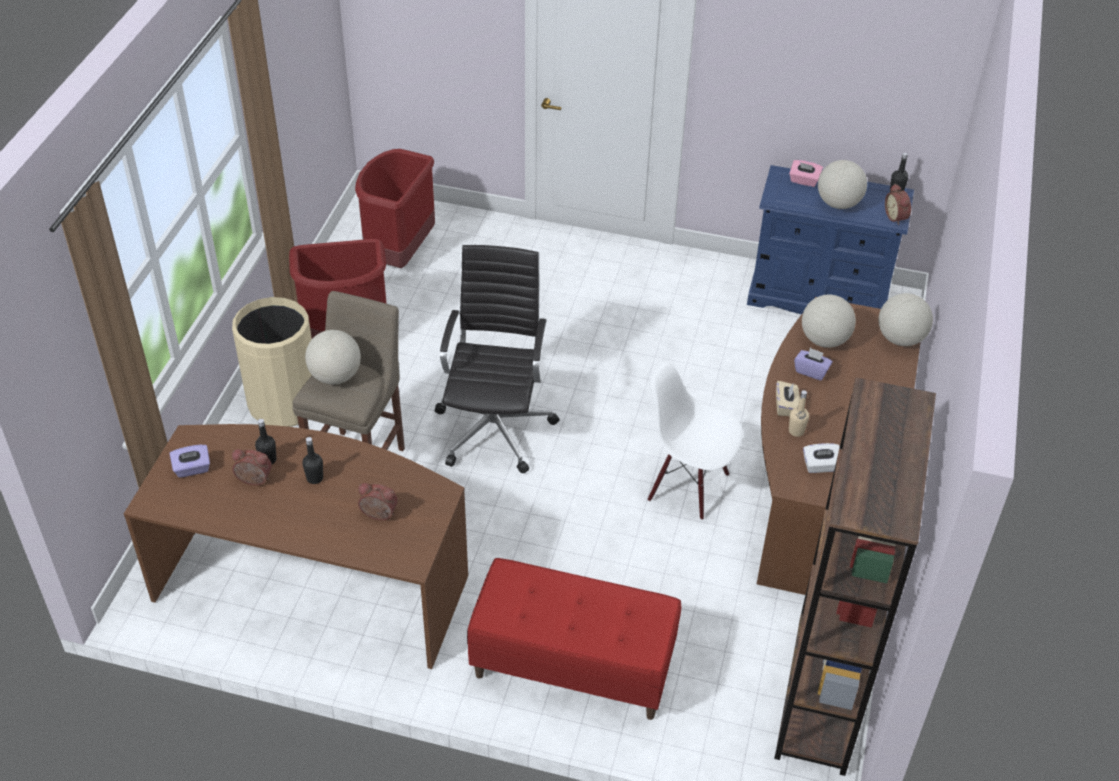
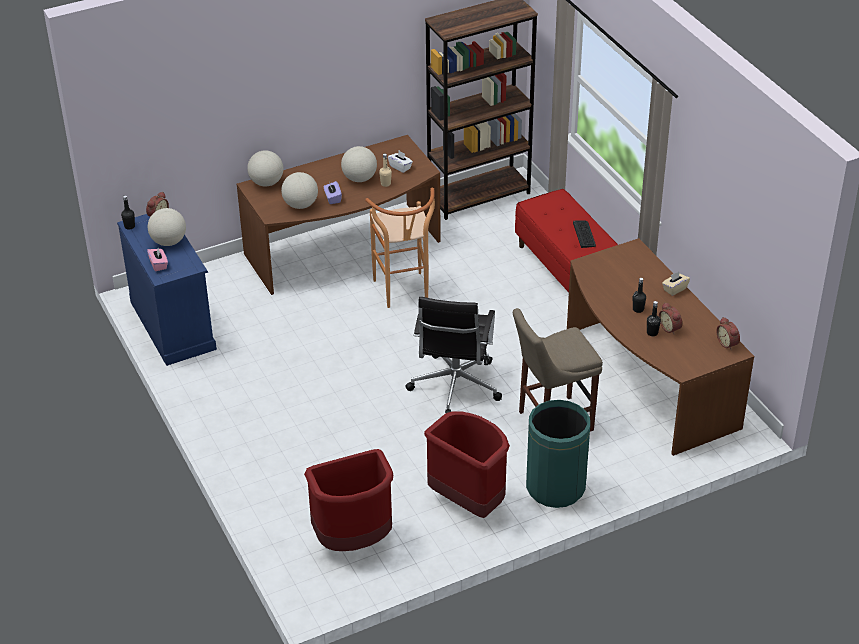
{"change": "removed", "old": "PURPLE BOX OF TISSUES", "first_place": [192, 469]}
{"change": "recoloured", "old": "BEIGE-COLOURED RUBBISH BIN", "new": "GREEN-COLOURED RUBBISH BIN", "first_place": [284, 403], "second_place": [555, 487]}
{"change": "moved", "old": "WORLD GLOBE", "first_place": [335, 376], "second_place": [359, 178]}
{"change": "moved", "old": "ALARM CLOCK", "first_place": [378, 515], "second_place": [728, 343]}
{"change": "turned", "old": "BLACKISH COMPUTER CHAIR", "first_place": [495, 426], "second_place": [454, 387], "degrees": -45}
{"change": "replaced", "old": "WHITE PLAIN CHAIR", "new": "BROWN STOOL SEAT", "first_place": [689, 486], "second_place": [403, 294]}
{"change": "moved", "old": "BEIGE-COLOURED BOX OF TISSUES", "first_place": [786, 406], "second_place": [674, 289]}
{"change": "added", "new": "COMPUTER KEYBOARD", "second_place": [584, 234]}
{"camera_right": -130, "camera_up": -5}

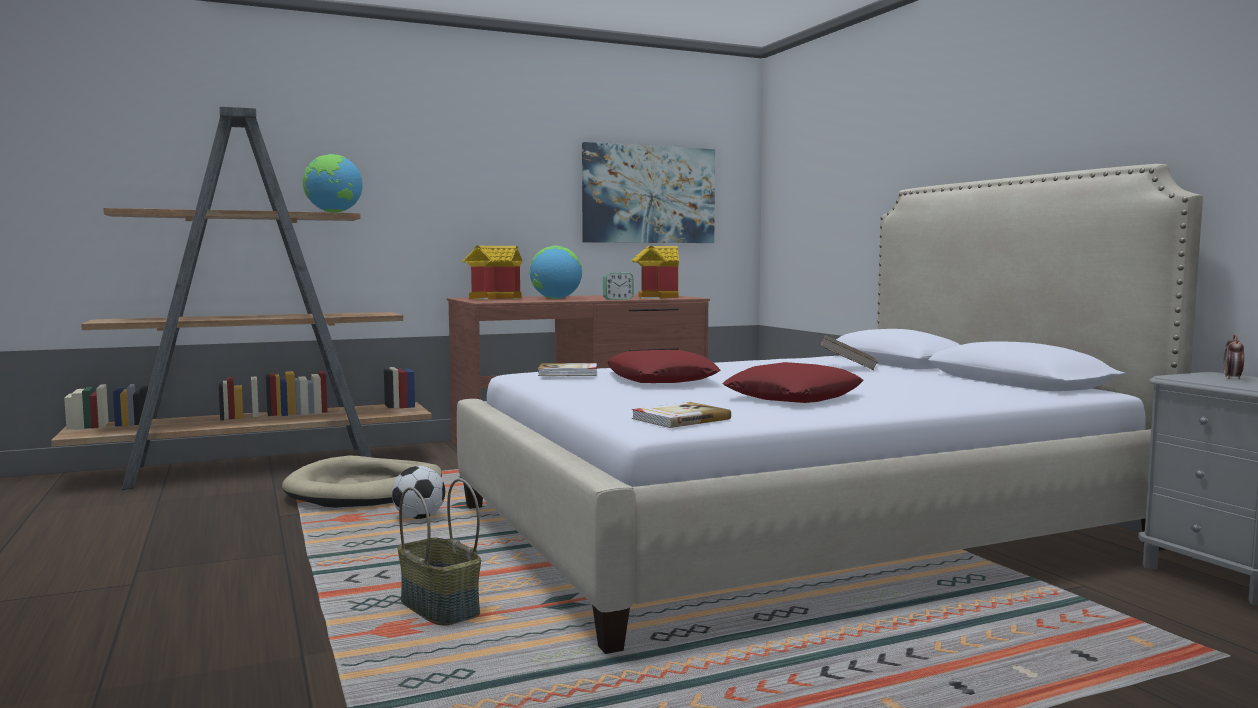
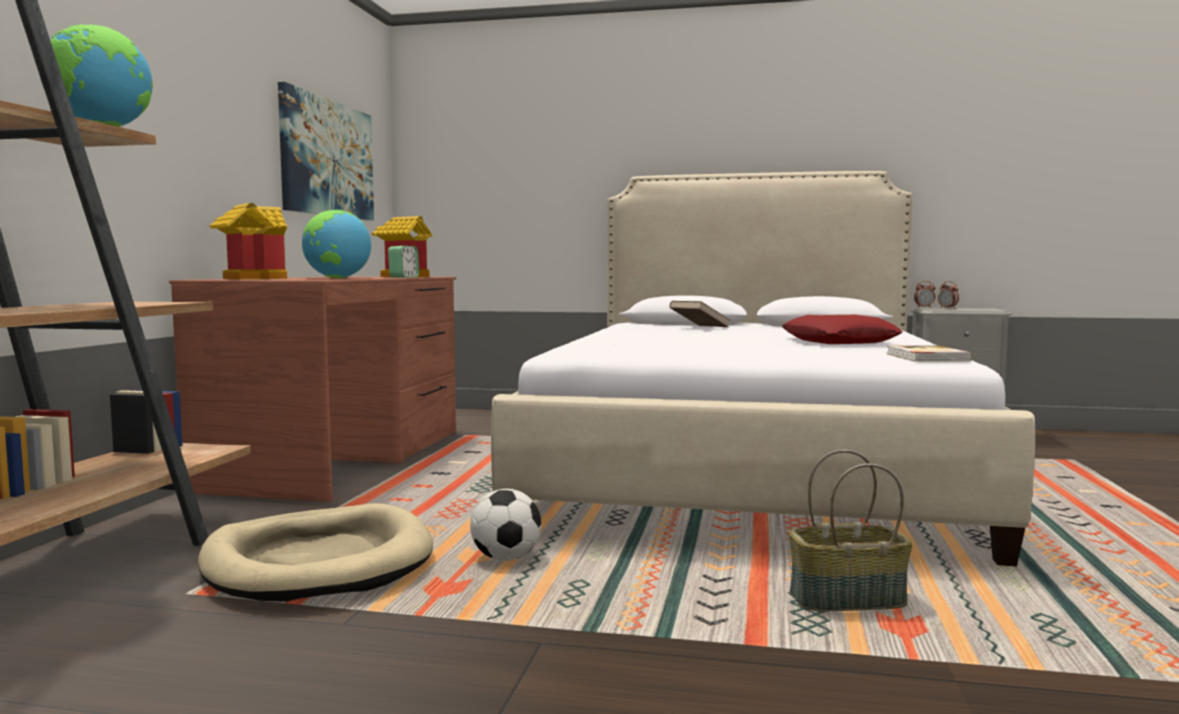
{"change": "removed", "old": "BOOK", "first_place": [568, 373]}
{"change": "removed", "old": "REDDISH THROW PILLOW", "first_place": [661, 379]}
{"change": "added", "new": "ALARM CLOCK", "second_place": [924, 307]}
{"camera_right": -55, "camera_up": 0}

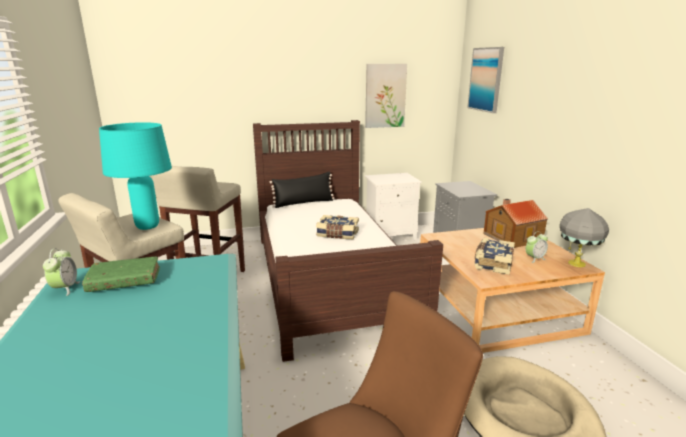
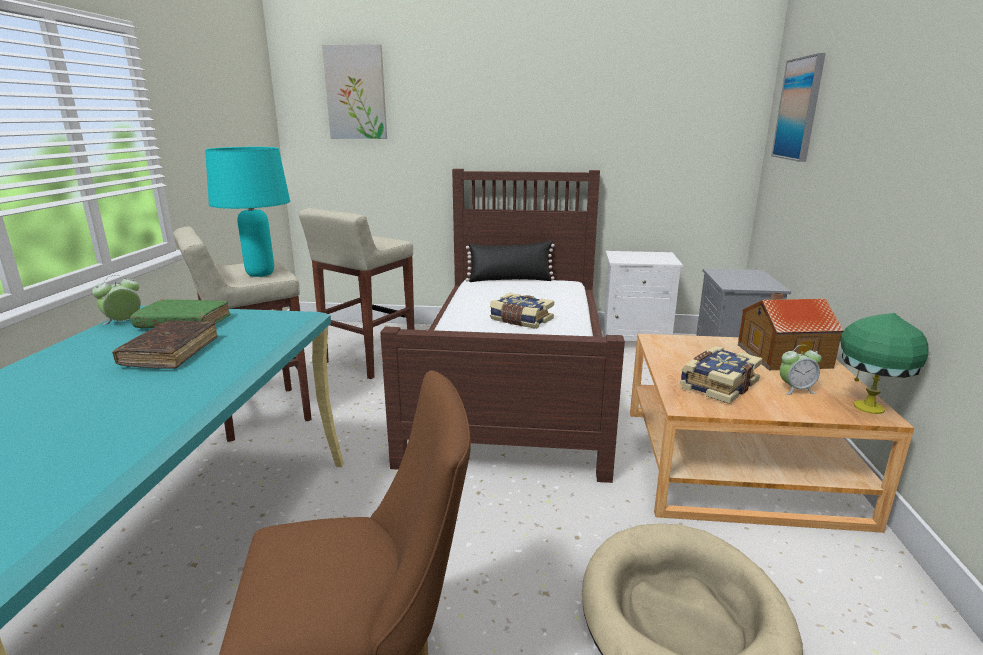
{"change": "turned", "old": "ALARM CLOCK", "first_place": [65, 288], "second_place": [123, 322], "degrees": -150}
{"change": "moved", "old": "WALL ART", "first_place": [385, 96], "second_place": [356, 93]}
{"change": "recoloured", "old": "GREY LAMP FOR A TABLE", "new": "GREEN-COLOURED LAMP FOR A TABLE", "first_place": [575, 263], "second_place": [867, 406]}
{"change": "added", "new": "BROWN BOOK", "second_place": [170, 353]}
{"camera_right": 20, "camera_up": 0}

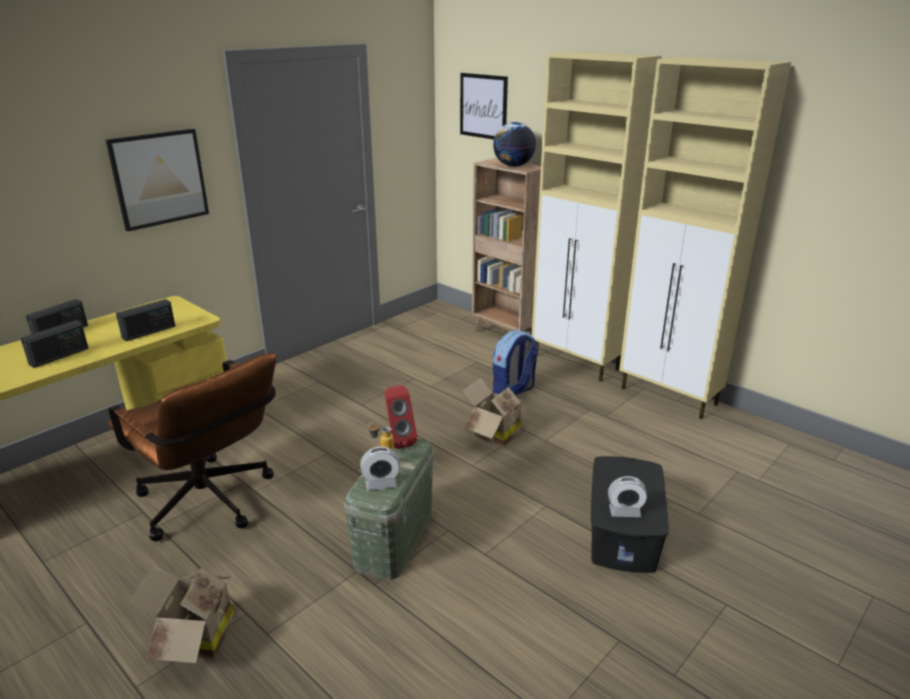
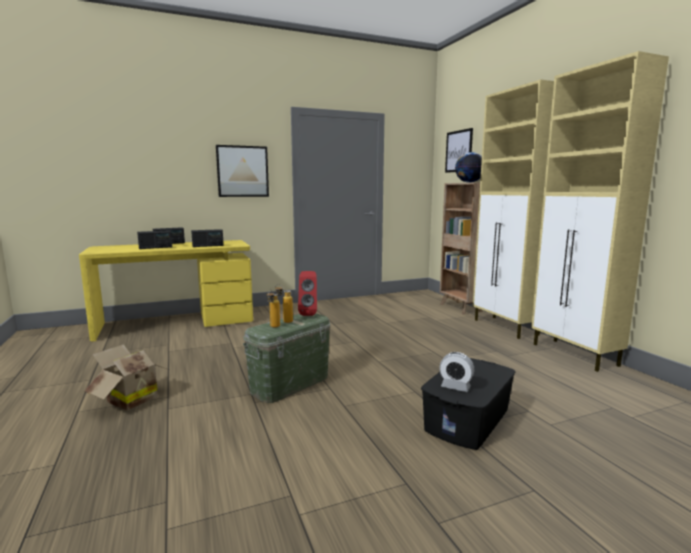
{"change": "removed", "old": "BROWN COMPUTER CHAIR", "first_place": [211, 505]}
{"change": "replaced", "old": "ALARM CLOCK", "new": "BOTTLE", "first_place": [381, 484], "second_place": [273, 327]}
{"change": "removed", "old": "CARTON", "first_place": [493, 434]}
{"change": "removed", "old": "BACKPACK", "first_place": [513, 391]}
{"camera_right": 25, "camera_up": -15}

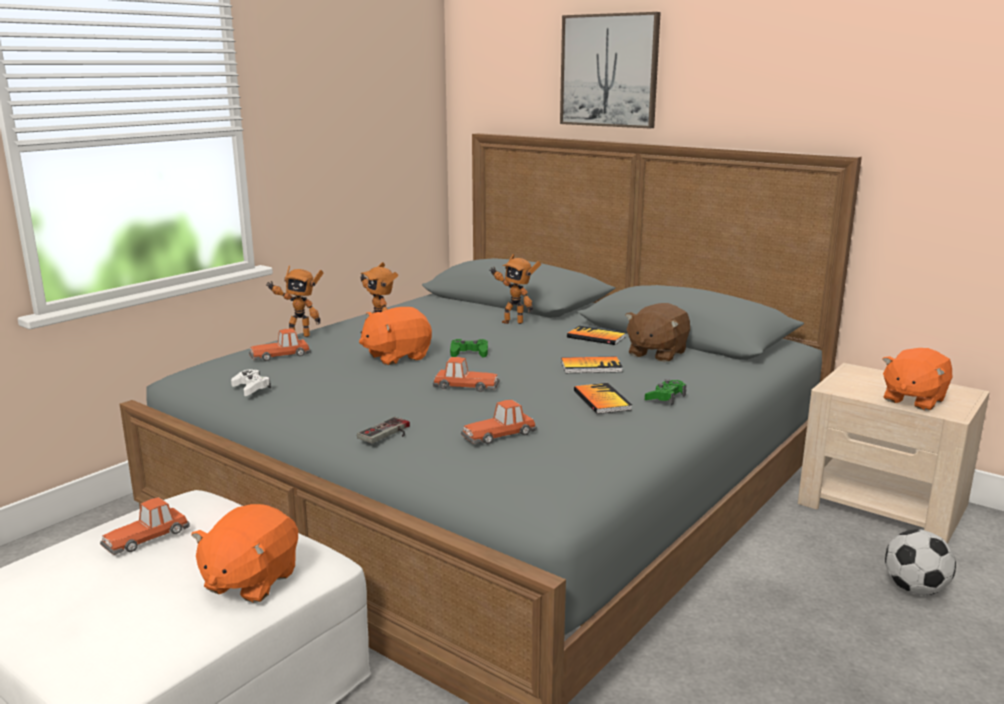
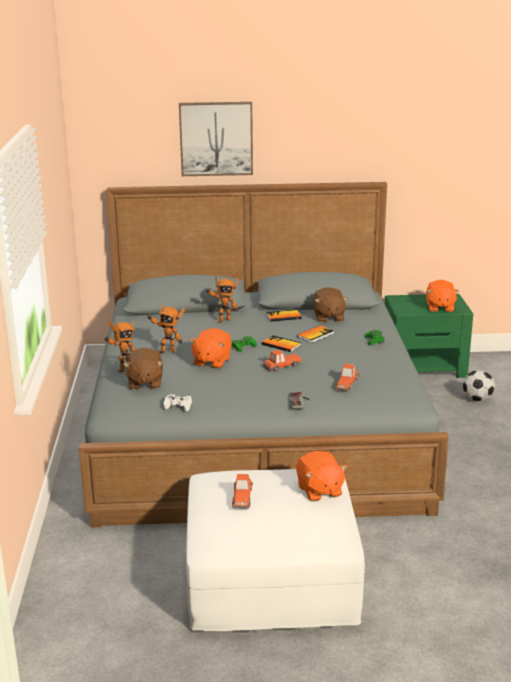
{"change": "replaced", "old": "MINIATURE CAR", "new": "BROWN SOFT TOY", "first_place": [281, 355], "second_place": [145, 383]}
{"change": "moved", "old": "BOOK", "first_place": [602, 400], "second_place": [281, 345]}
{"change": "recoloured", "old": "BEIGE-COLOURED BEDSIDE TABLE", "new": "GREEN-COLOURED BEDSIDE TABLE", "first_place": [883, 505], "second_place": [424, 366]}
{"camera_right": -40, "camera_up": 5}

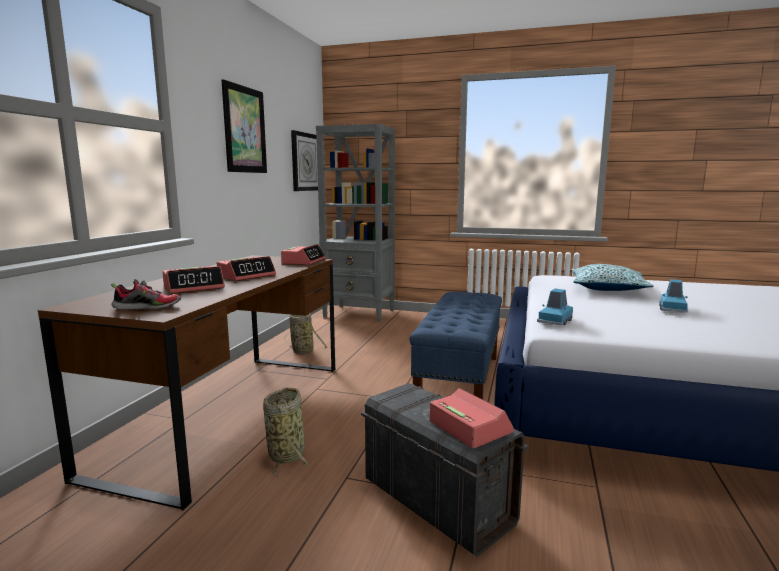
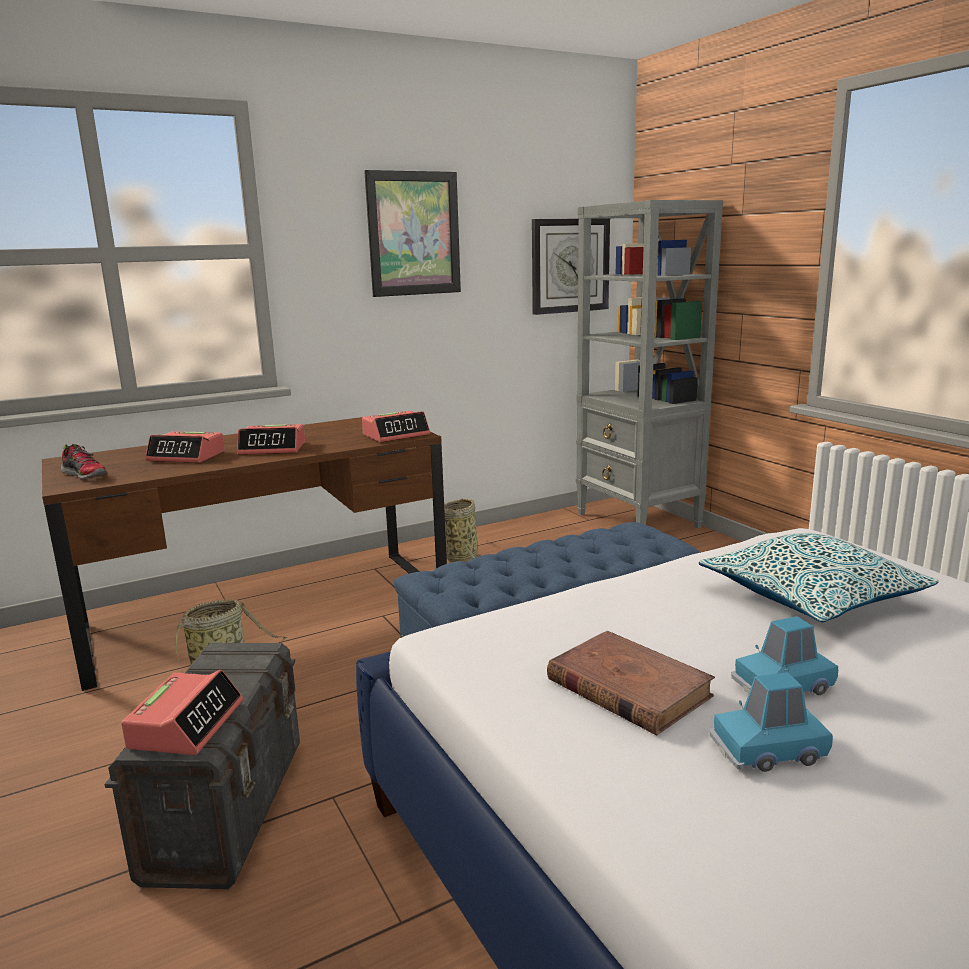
{"change": "moved", "old": "BLUE MINIATURE CAR", "first_place": [555, 321], "second_place": [768, 750]}
{"change": "added", "new": "BROWN BOOK", "second_place": [627, 687]}
{"camera_right": 45, "camera_up": 5}

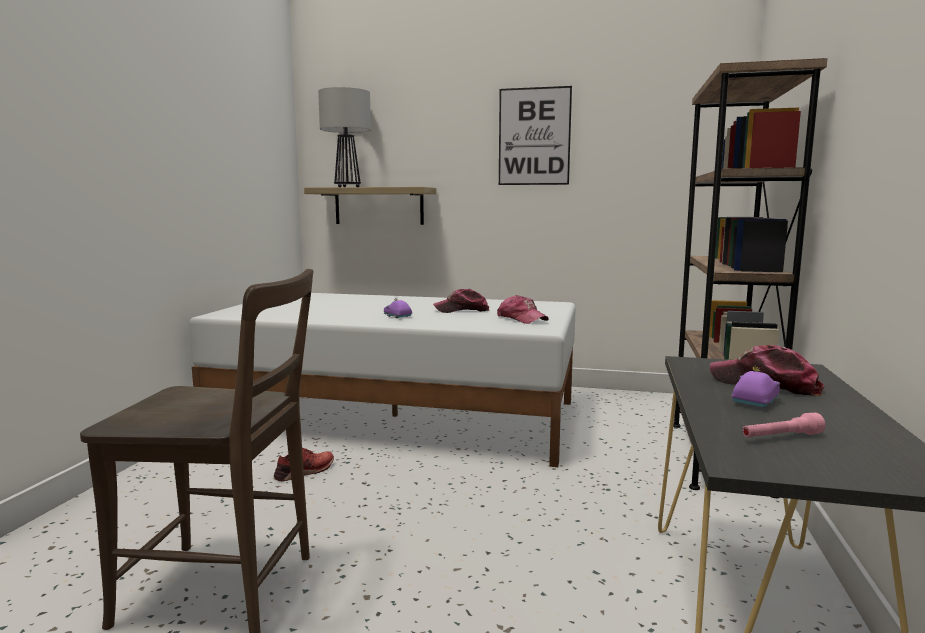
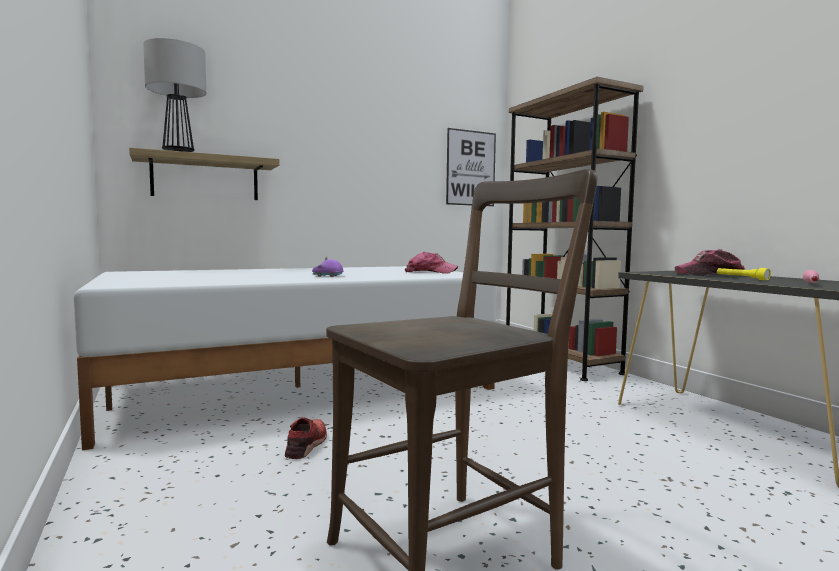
{"change": "removed", "old": "CAP", "first_place": [462, 310]}
{"change": "moved", "old": "WALL ART", "first_place": [534, 136], "second_place": [470, 168]}
{"change": "replaced", "old": "PURPLE MINIATURE CAR", "new": "YELLOWISH FLASHLIGHT", "first_place": [754, 402], "second_place": [741, 278]}
{"camera_right": -40, "camera_up": -5}

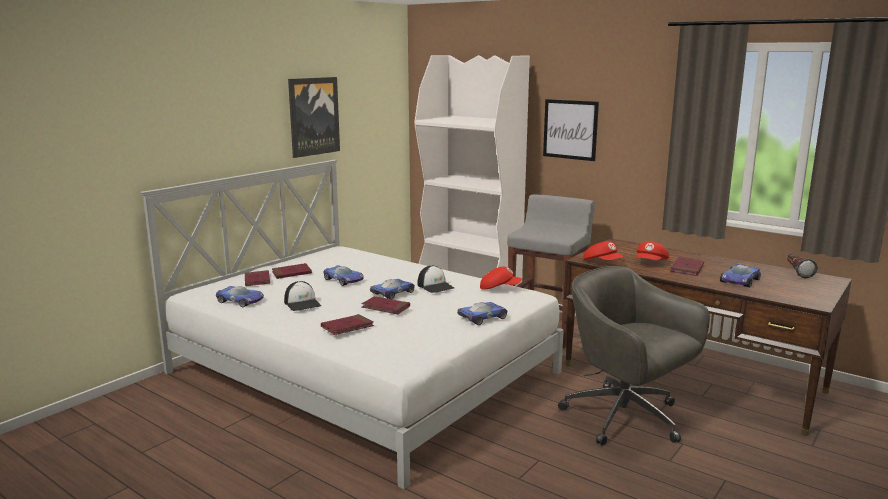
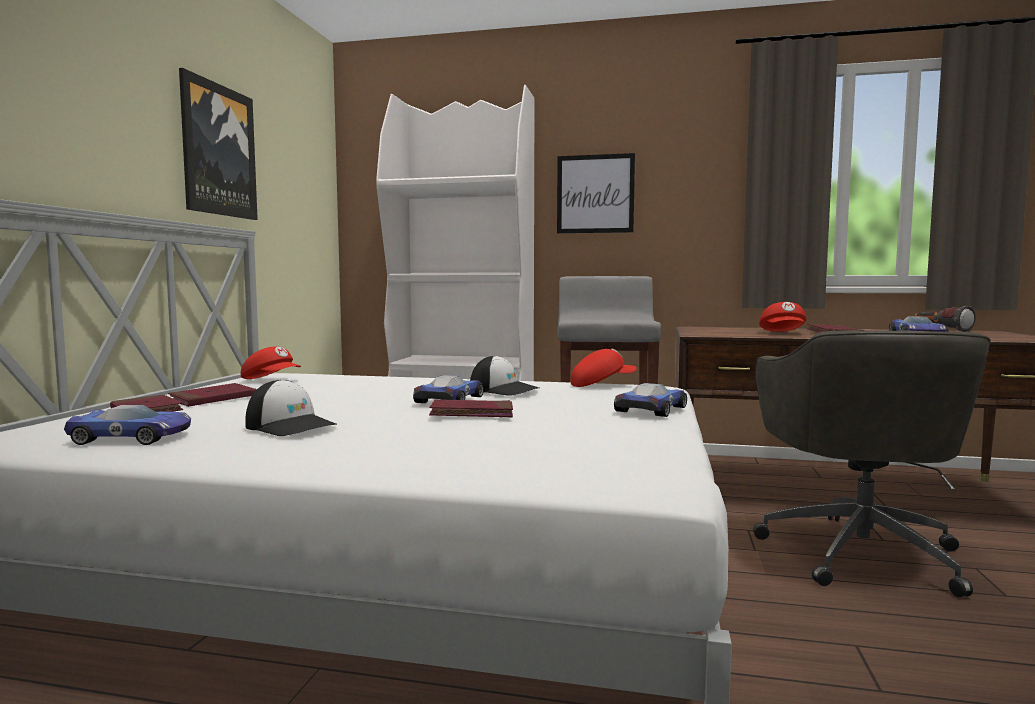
{"change": "removed", "old": "REDDISH BOOK", "first_place": [347, 327]}
{"change": "removed", "old": "MINIATURE CAR", "first_place": [344, 280]}
{"change": "turned", "old": "GREY COMPUTER CHAIR", "first_place": [626, 418], "second_place": [859, 551], "degrees": -105}
{"change": "moved", "old": "REDDISH CAP", "first_place": [603, 263], "second_place": [272, 380]}
{"camera_right": -25, "camera_up": -10}

